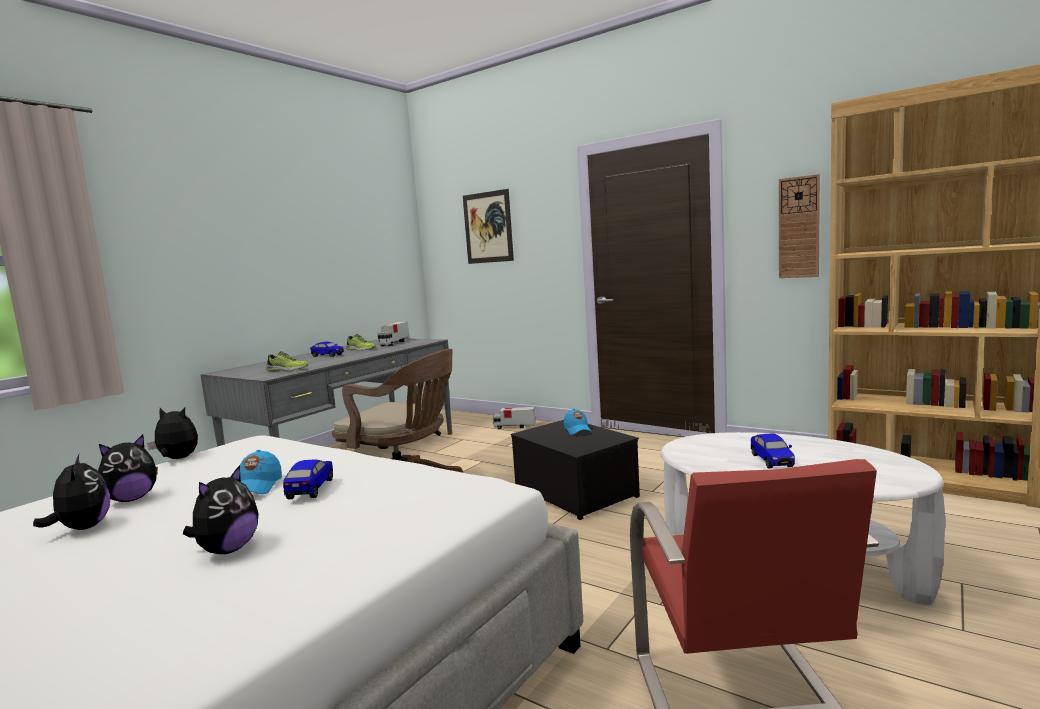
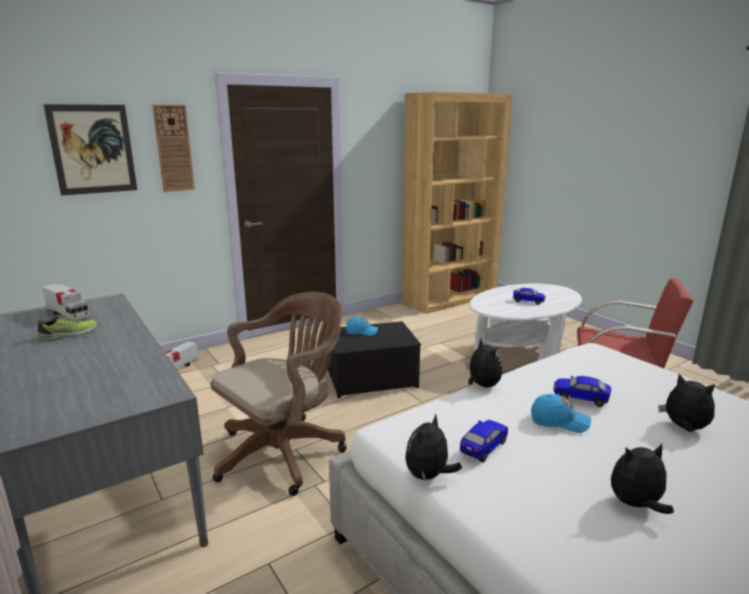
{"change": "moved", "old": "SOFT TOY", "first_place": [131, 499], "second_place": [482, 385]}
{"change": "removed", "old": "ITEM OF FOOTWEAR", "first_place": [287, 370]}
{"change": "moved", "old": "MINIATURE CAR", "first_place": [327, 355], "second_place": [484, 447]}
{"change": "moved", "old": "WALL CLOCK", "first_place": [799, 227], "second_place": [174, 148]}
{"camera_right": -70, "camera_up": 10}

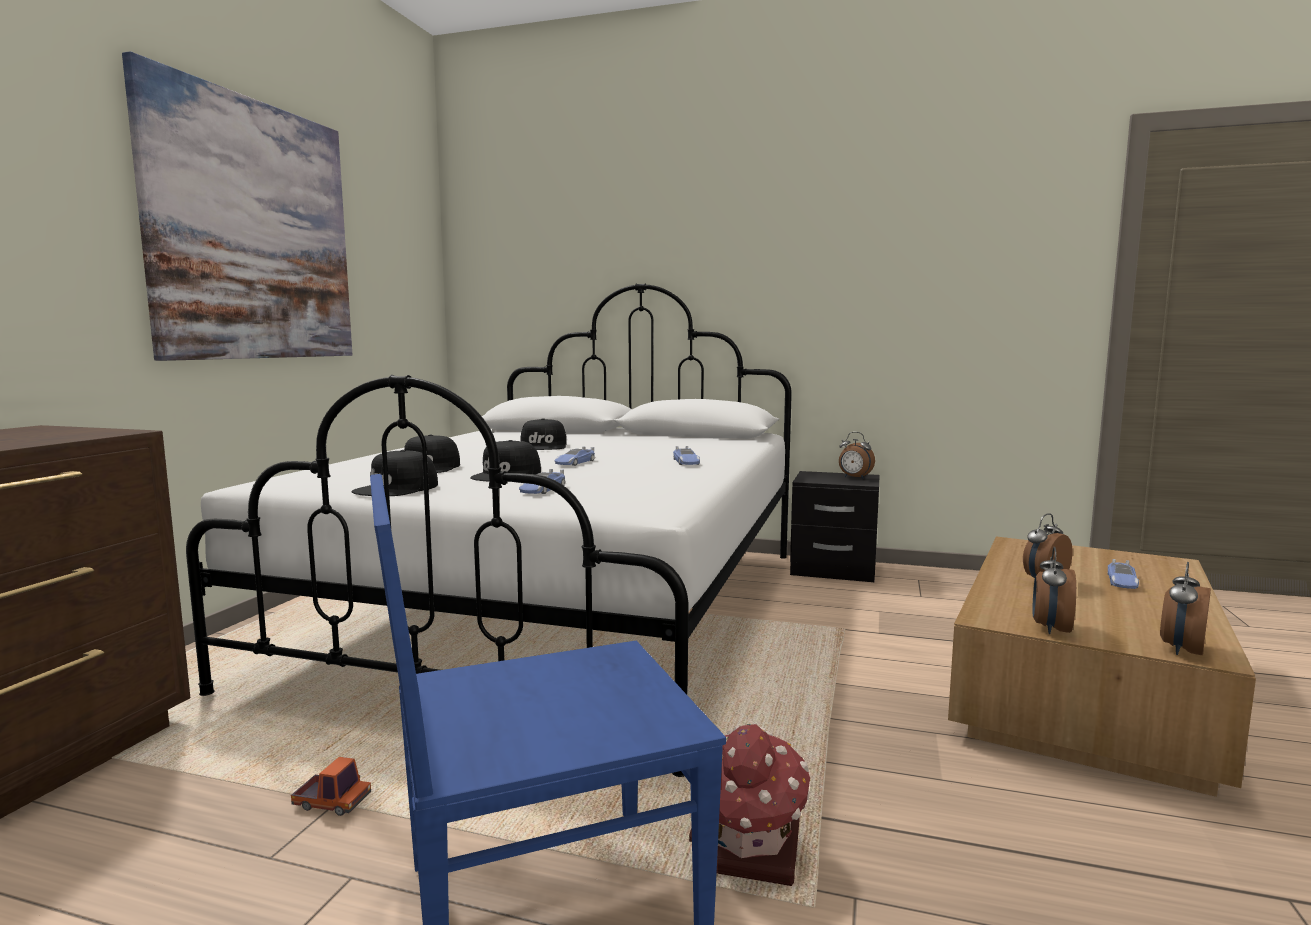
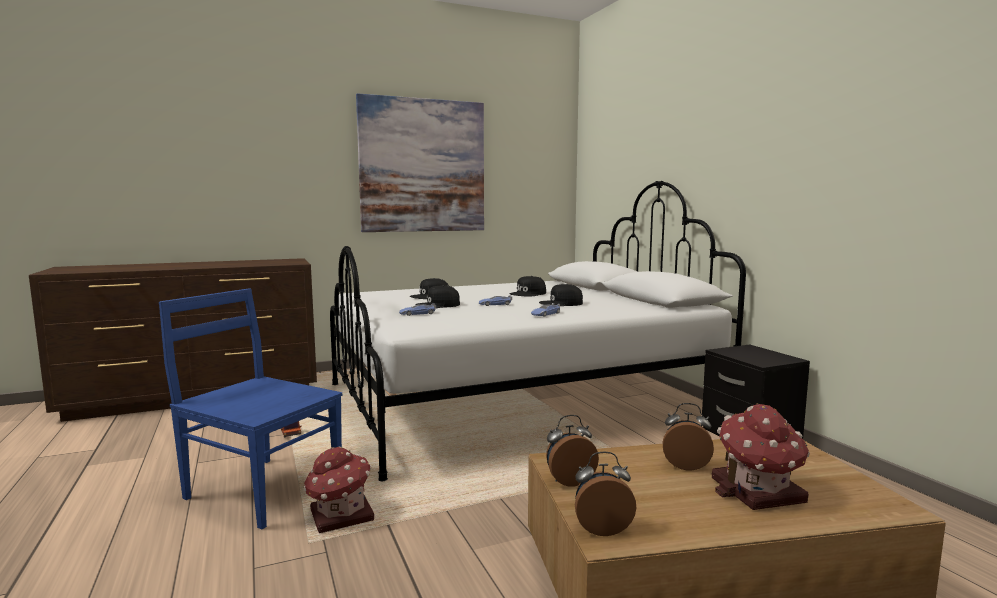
{"change": "moved", "old": "BLACKISH CAP", "first_place": [397, 489], "second_place": [561, 303]}
{"change": "removed", "old": "ALARM CLOCK", "first_place": [854, 478]}
{"change": "replaced", "old": "MINIATURE CAR", "new": "MODEL HOUSE", "first_place": [1122, 581], "second_place": [758, 492]}
{"camera_right": 50, "camera_up": 0}

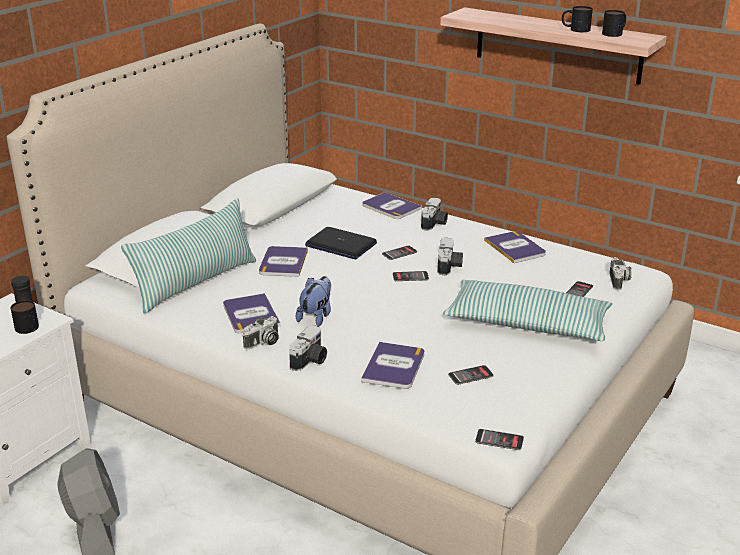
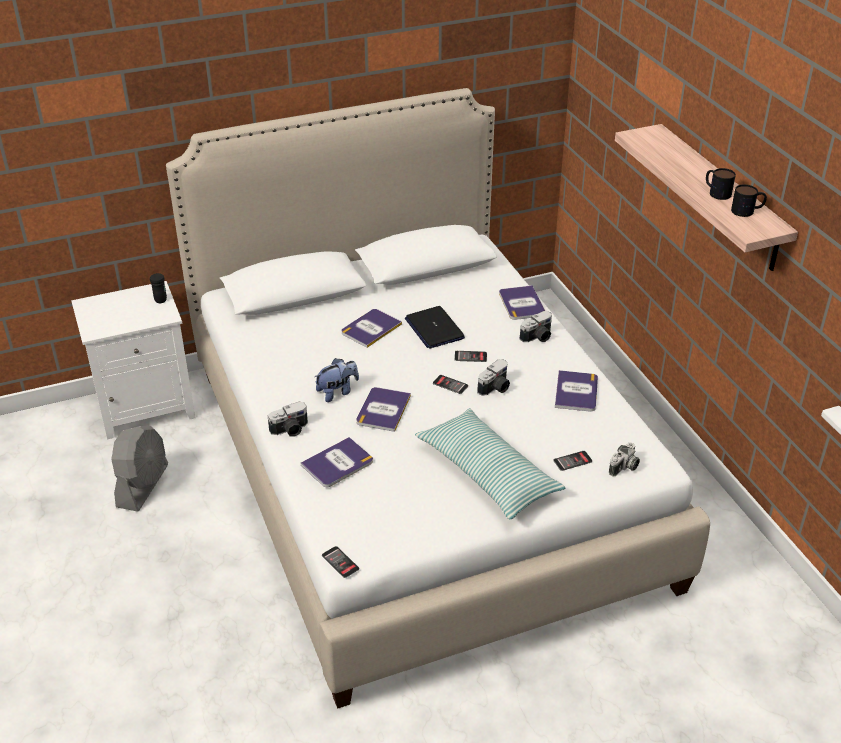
{"change": "removed", "old": "COFFEE MUG", "first_place": [28, 324]}
{"change": "removed", "old": "THROW PILLOW", "first_place": [196, 283]}
{"change": "moved", "old": "BOOK", "first_place": [250, 314], "second_place": [383, 410]}
{"change": "removed", "old": "STILL CAMERA", "first_place": [263, 343]}
{"change": "removed", "old": "TELEPHONE", "first_place": [470, 375]}
{"camera_right": 35, "camera_up": 10}

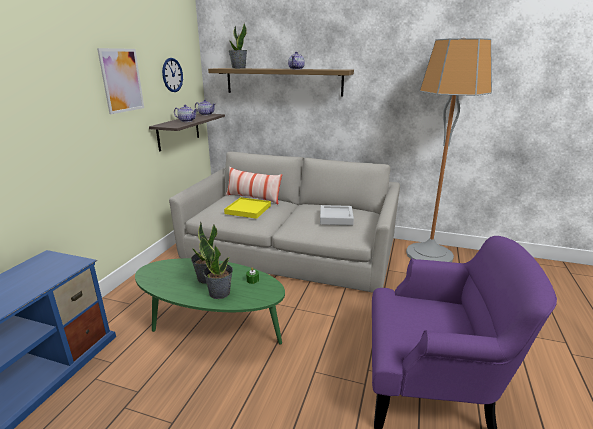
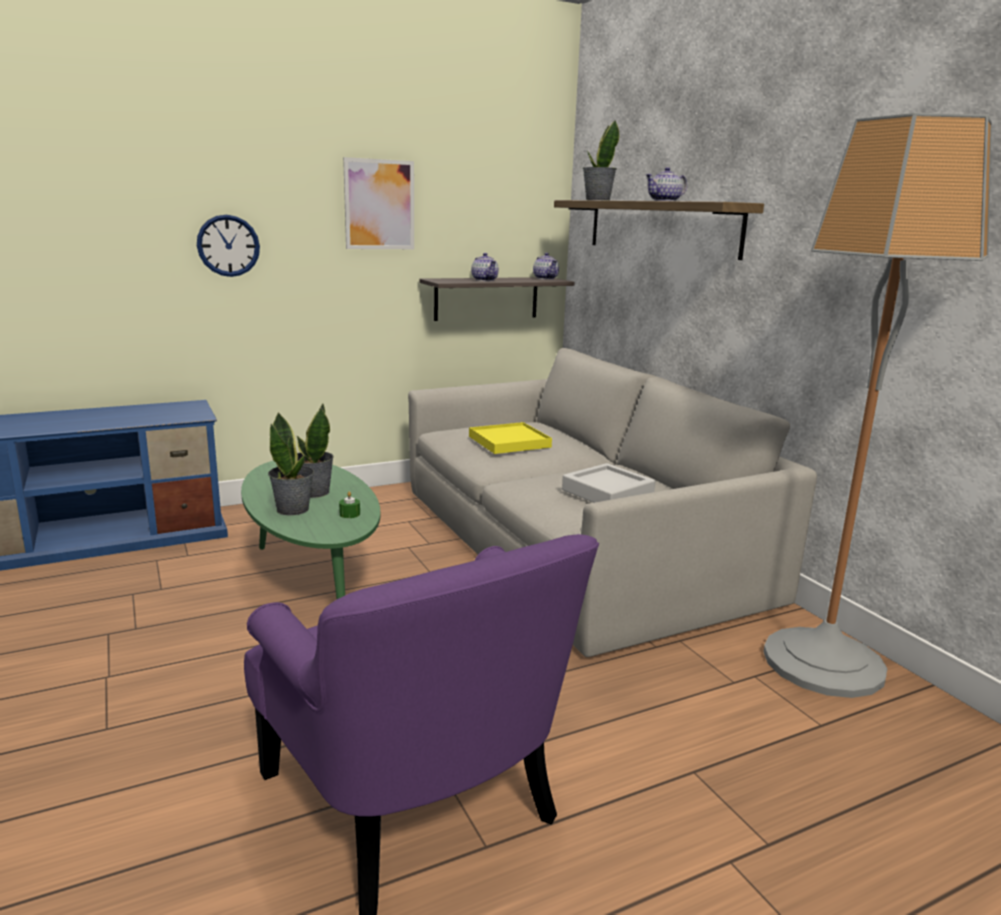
{"change": "moved", "old": "WALL CLOCK", "first_place": [172, 75], "second_place": [228, 245]}
{"change": "removed", "old": "THROW PILLOW", "first_place": [253, 198]}
{"camera_right": 45, "camera_up": -5}

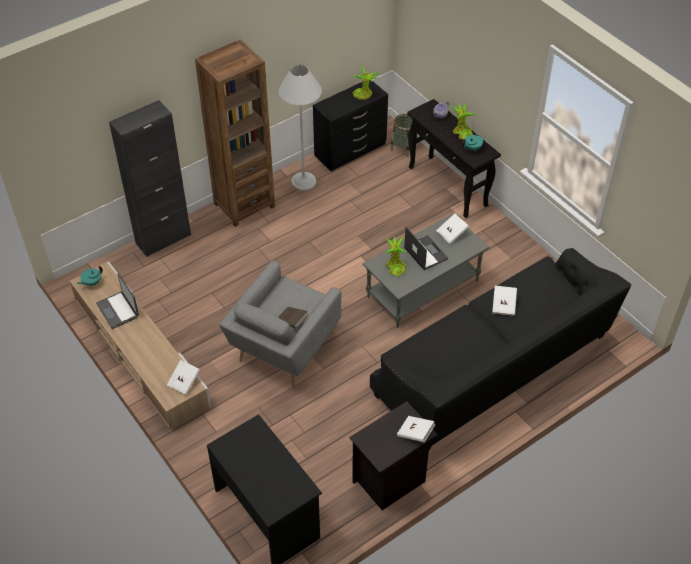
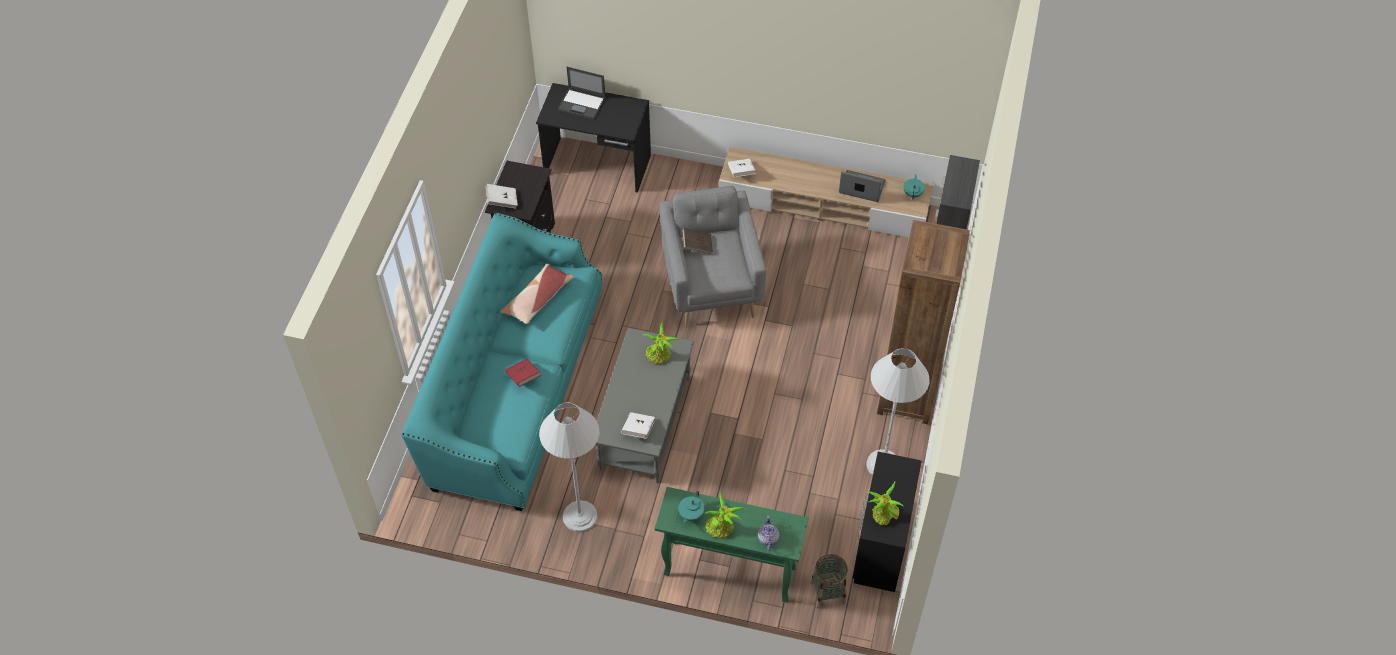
{"change": "recoloured", "old": "BLACKISH COUCH", "new": "TURQUOISE COUCH", "first_place": [493, 368], "second_place": [515, 388]}
{"change": "moved", "old": "NOTEBOOK COMPUTER", "first_place": [425, 253], "second_place": [582, 104]}
{"change": "recoloured", "old": "BLACKISH NARROW TABLE", "new": "GREEN-COLOURED NARROW TABLE", "first_place": [448, 187], "second_place": [728, 571]}
{"change": "recoloured", "old": "WHITE BOOK", "new": "REDDISH BOOK", "first_place": [503, 305], "second_place": [523, 377]}
{"change": "added", "new": "THROW PILLOW", "second_place": [537, 299]}
{"change": "added", "new": "WHITE STANDARD LAMP", "second_place": [580, 516]}
{"camera_right": 140, "camera_up": 5}

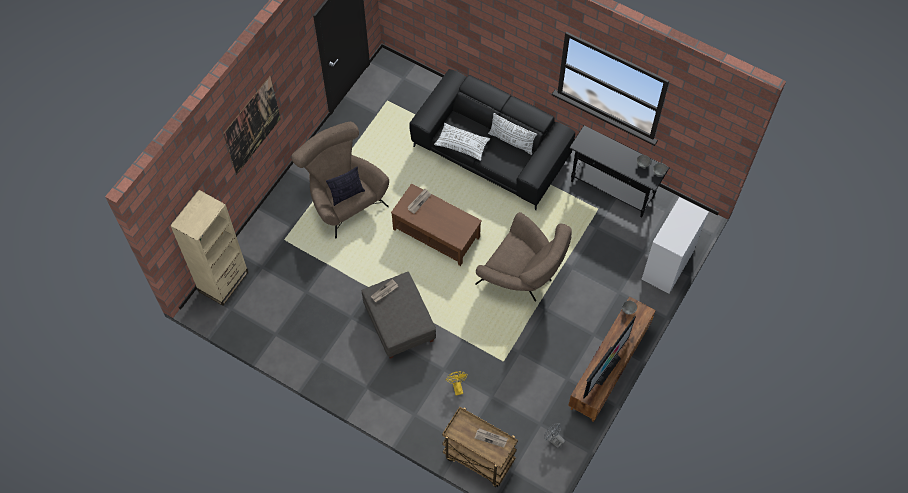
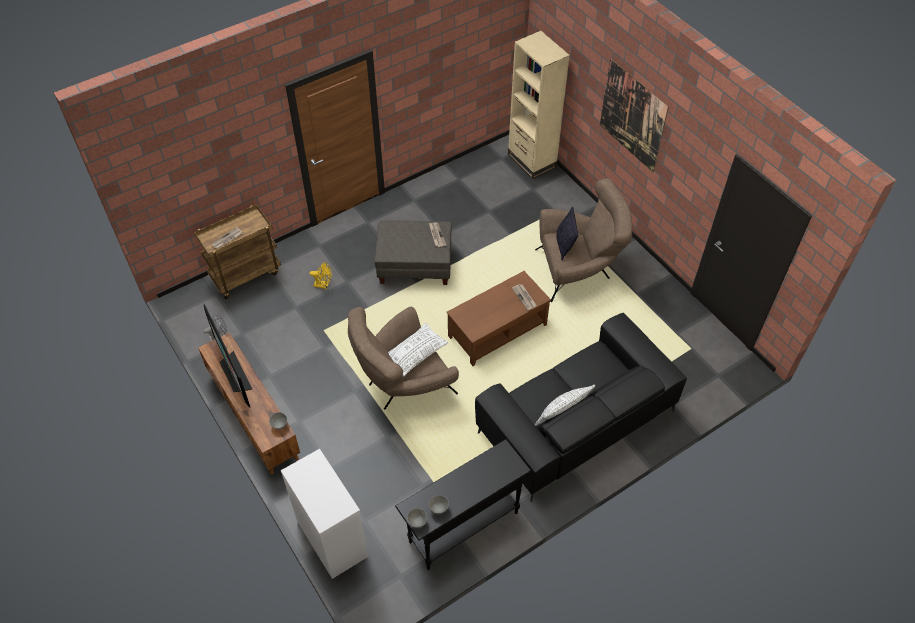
{"change": "moved", "old": "WHITE THROW PILLOW", "first_place": [462, 145], "second_place": [414, 354]}
{"camera_right": 115, "camera_up": -10}

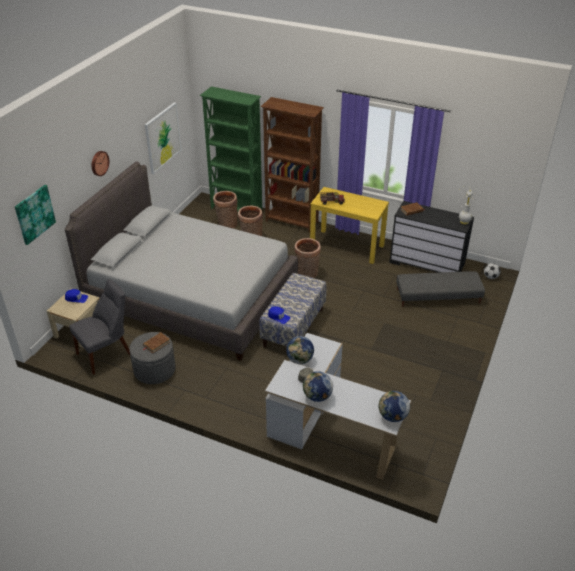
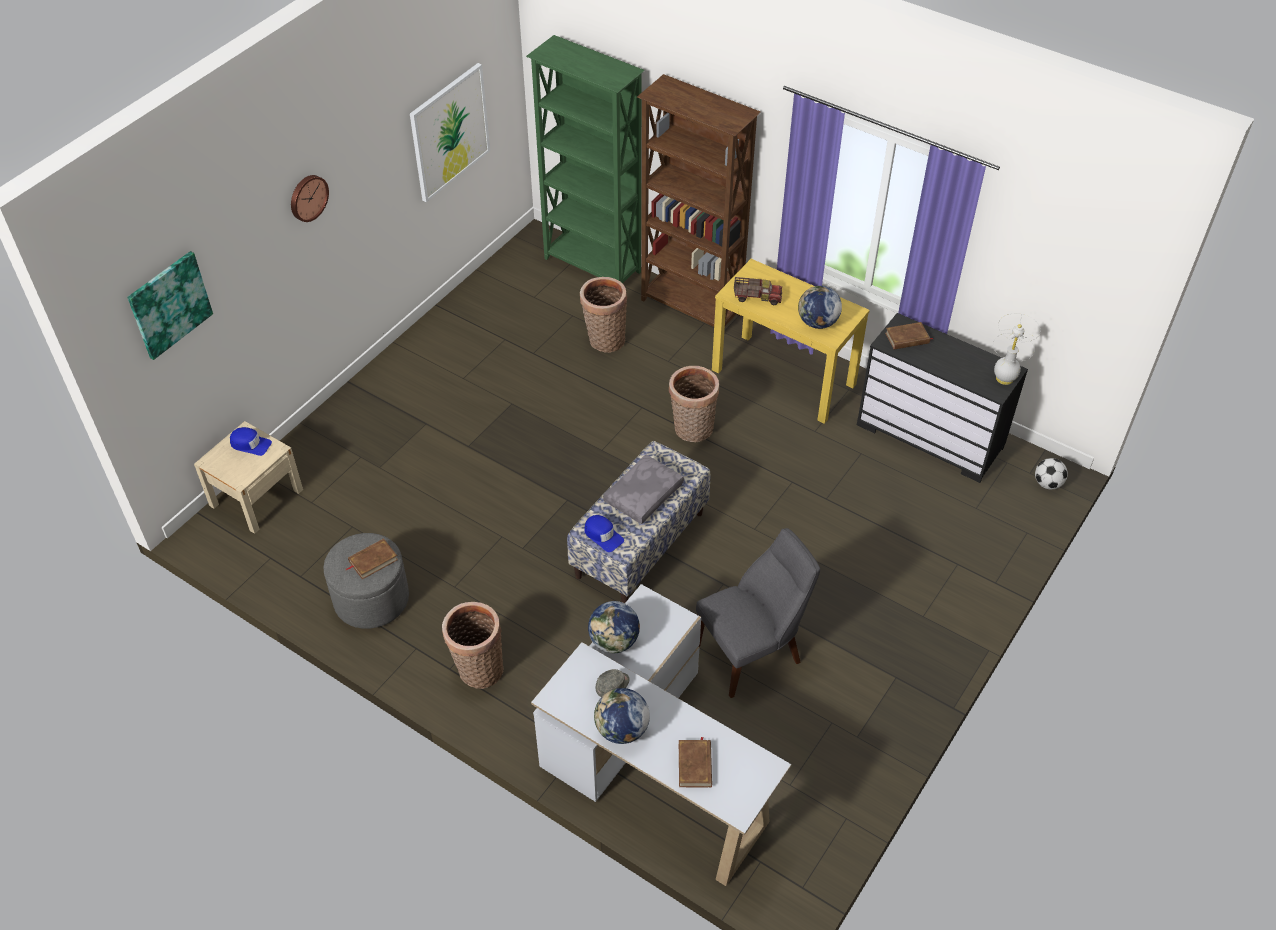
{"change": "removed", "old": "GREY SLEEPING BED", "first_place": [192, 296]}
{"change": "moved", "old": "GREY PLAIN CHAIR", "first_place": [106, 353], "second_place": [752, 652]}
{"change": "moved", "old": "HOUSEHOLD BASKET", "first_place": [226, 224], "second_place": [477, 669]}
{"change": "moved", "old": "WORLD GLOBE", "first_place": [392, 416], "second_place": [817, 323]}
{"change": "removed", "old": "GREY POUFFE", "first_place": [438, 296]}
{"change": "added", "new": "GREY THROW PILLOW", "second_place": [643, 494]}
{"change": "added", "new": "BROWN BOOK", "second_place": [695, 765]}
{"camera_right": 10, "camera_up": 10}

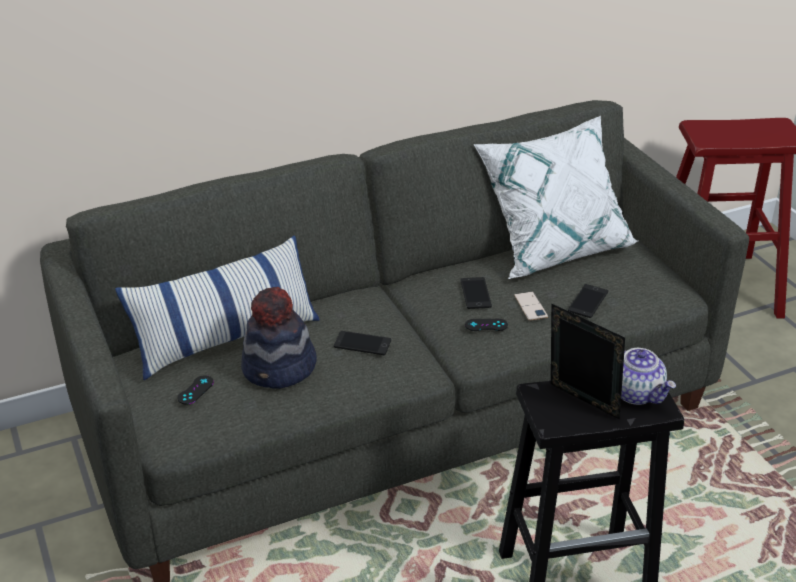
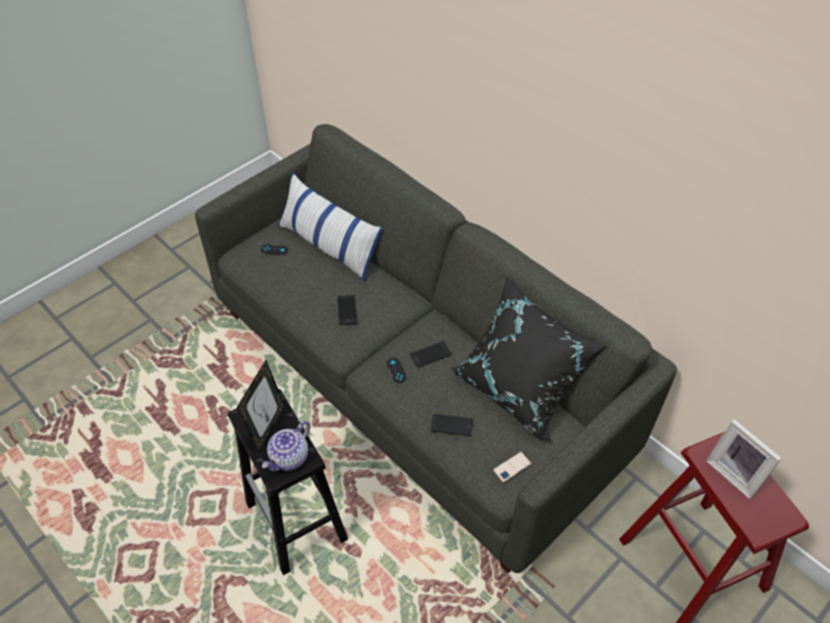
{"change": "removed", "old": "WEARABLE HAT", "first_place": [279, 369]}
{"change": "recoloured", "old": "WHITE THROW PILLOW", "new": "BLACKISH THROW PILLOW", "first_place": [554, 247], "second_place": [519, 389]}
{"change": "moved", "old": "TELEPHONE", "first_place": [530, 306], "second_place": [512, 467]}
{"change": "added", "new": "STANDING FRAME", "second_place": [735, 473]}
{"camera_right": 70, "camera_up": 15}

